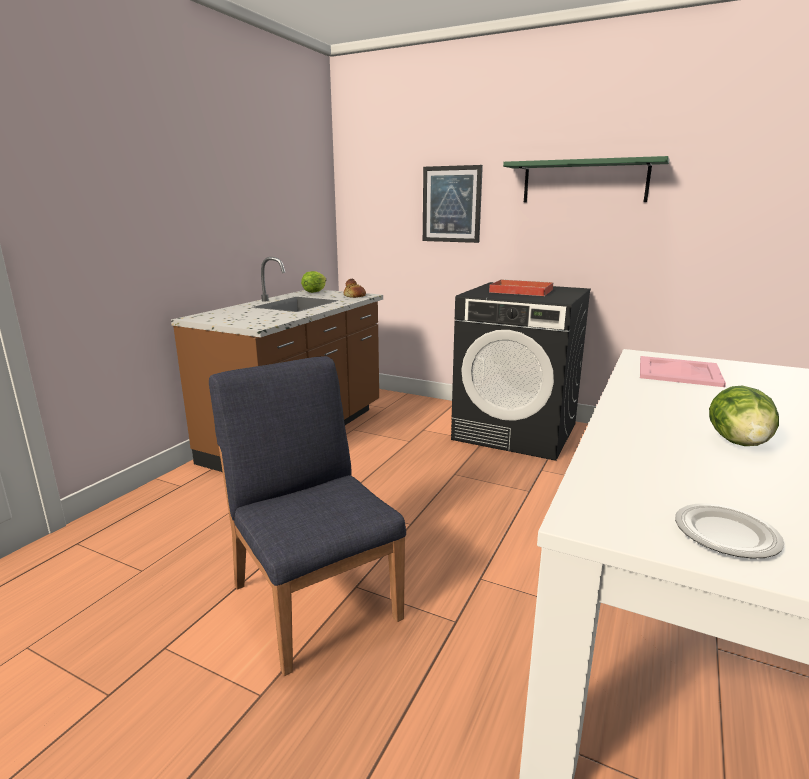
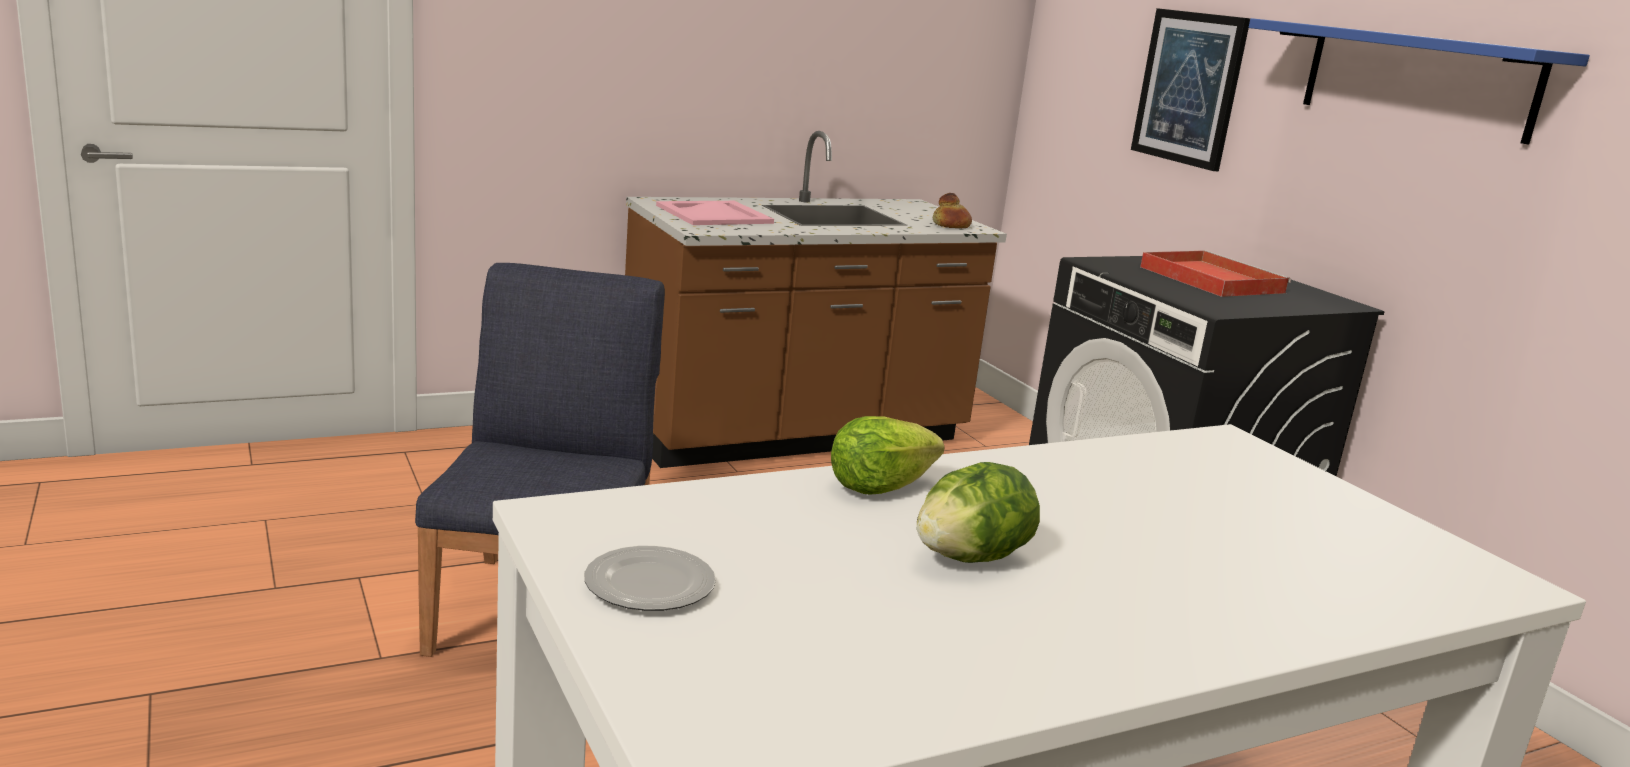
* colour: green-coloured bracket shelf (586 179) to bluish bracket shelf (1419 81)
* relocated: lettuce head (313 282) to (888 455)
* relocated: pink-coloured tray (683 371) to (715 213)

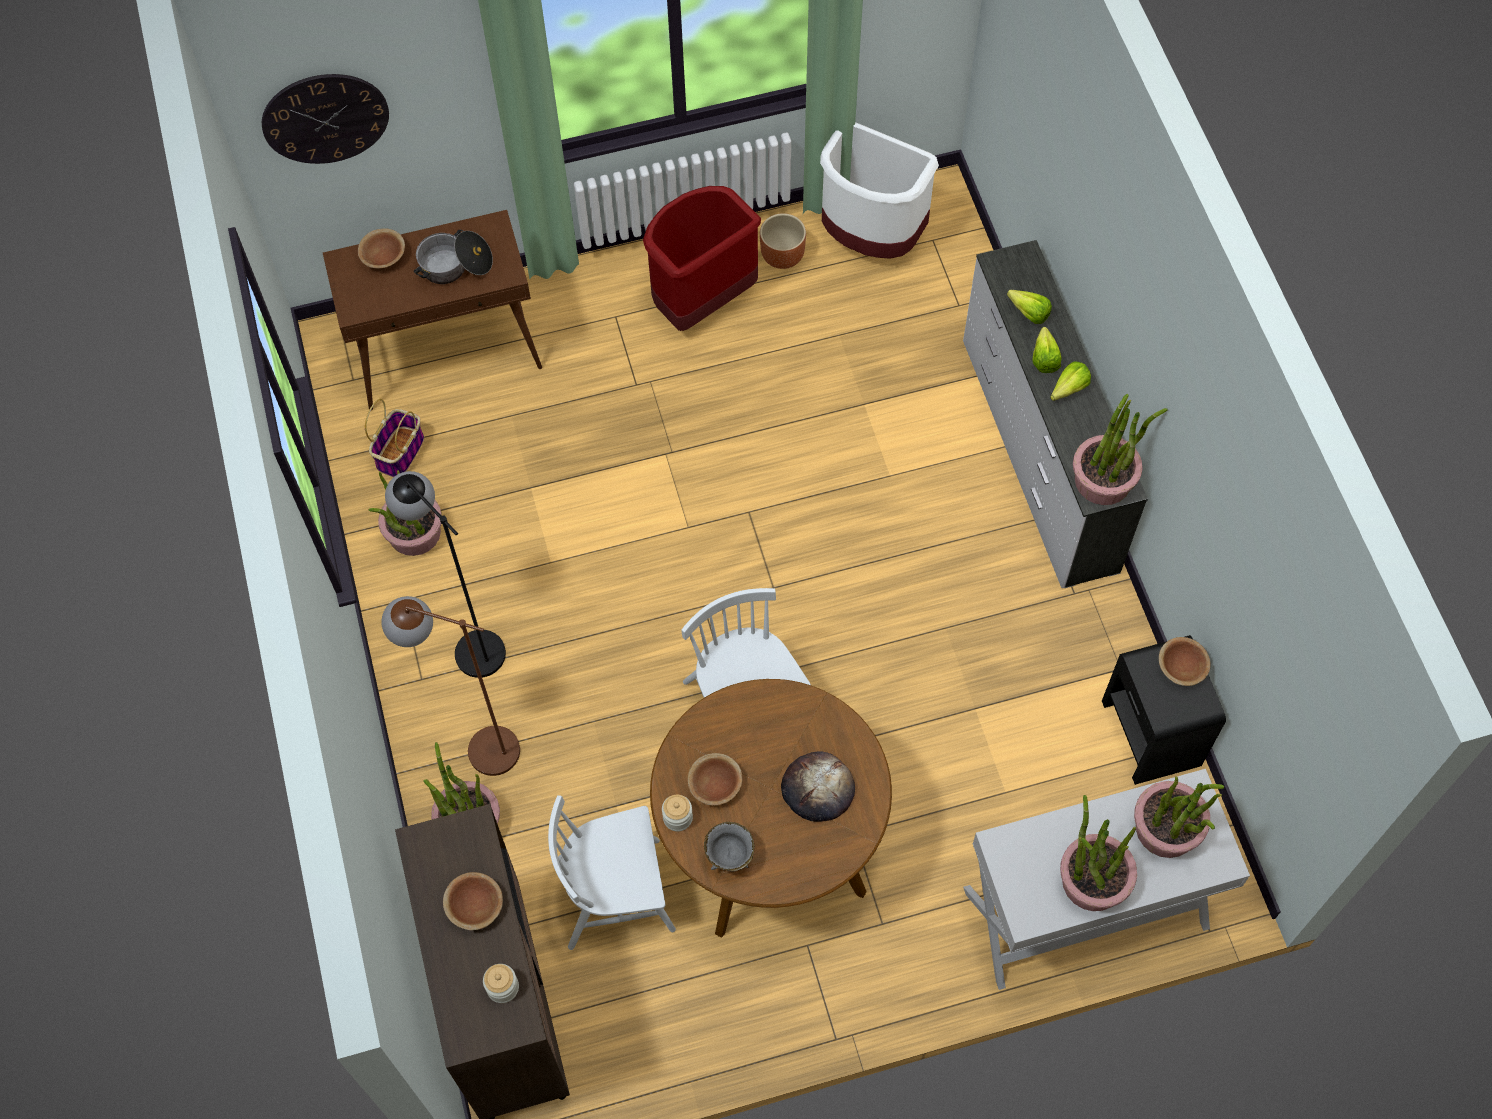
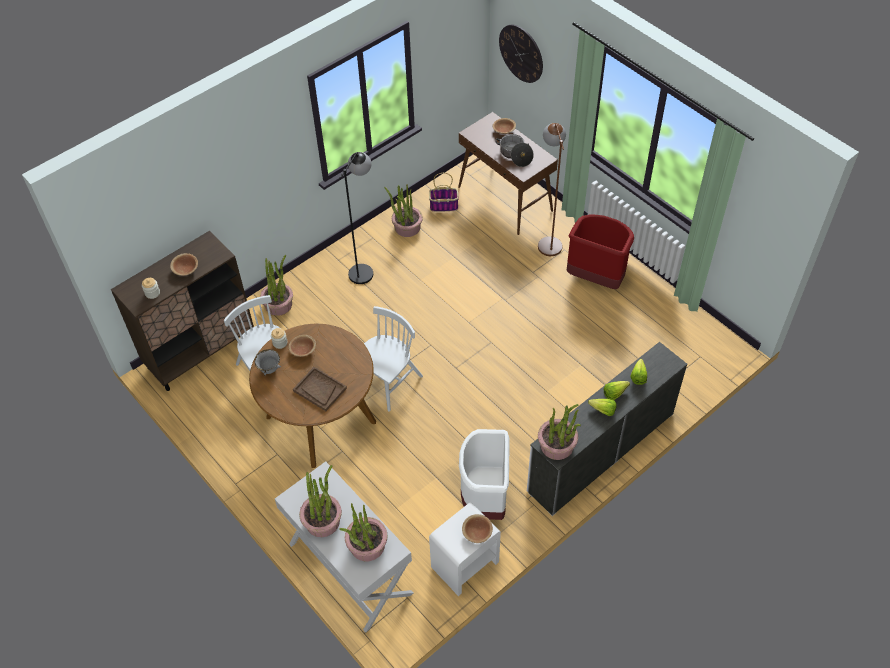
* relocated: white rubbish bin (879 190) to (484 474)
* missing: brown-coloured plant pot (783 241)
* relocated: brown-coloured standing lamp (450 686) to (552 189)
* colour: black bedside table (1164 710) to white bedside table (465 549)
* exchanged: bread (818 786) to brown-coloured tray (320 389)

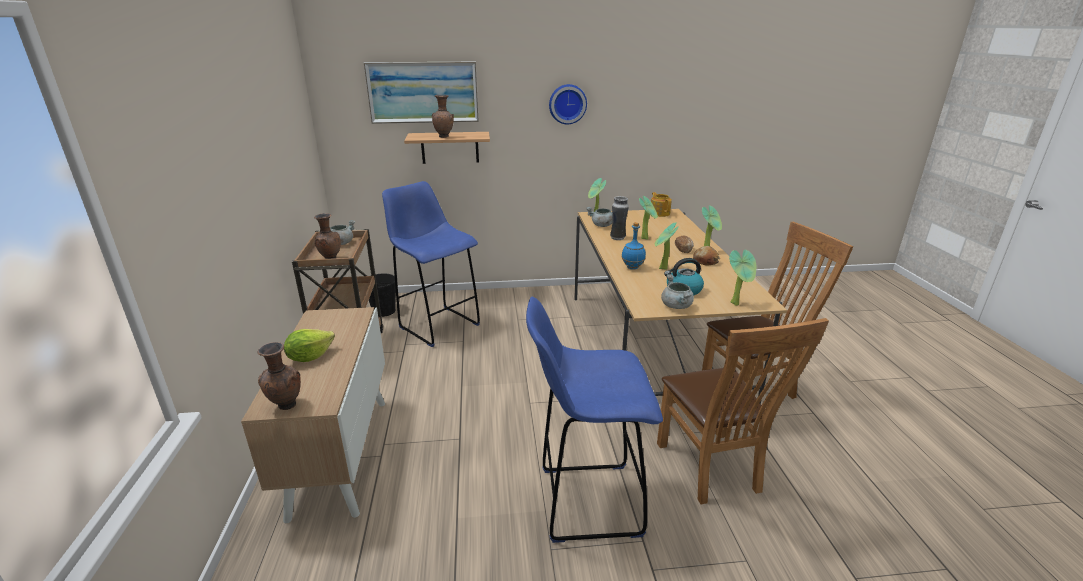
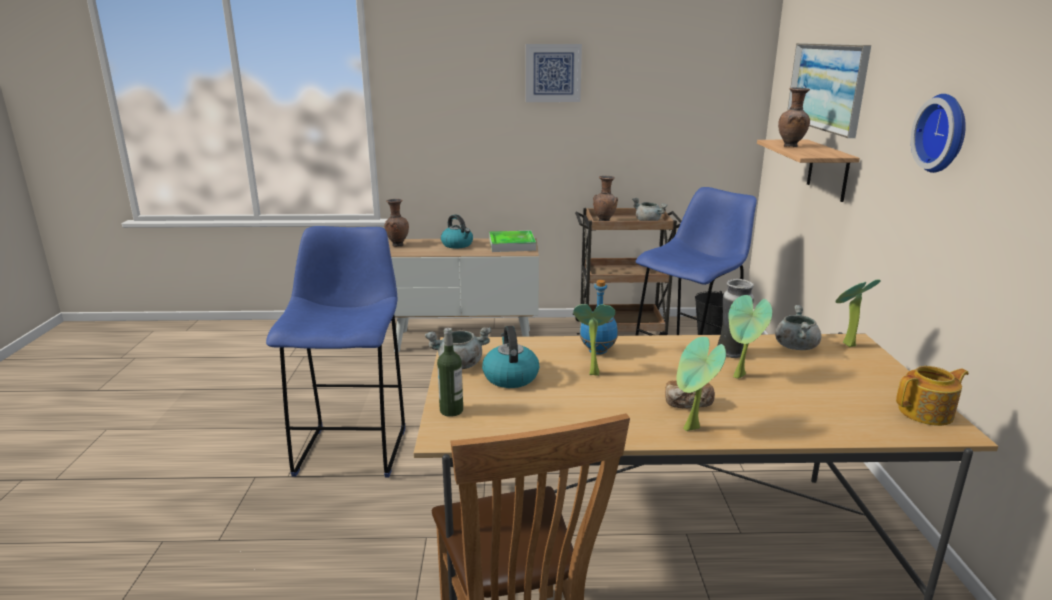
* missing: bread (706 256)
* exchanged: houseplant (742 277) to bottle (450 372)
* missing: brown-coloured chair (743 411)
* exchanged: lettuce head (309 345) to kettle (457 231)
* appeared: wall art (554 73)
* appeared: tray (512 241)

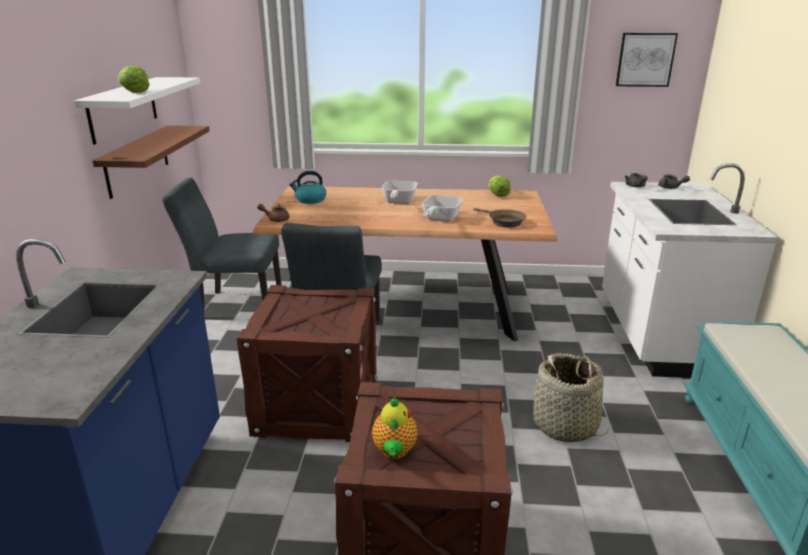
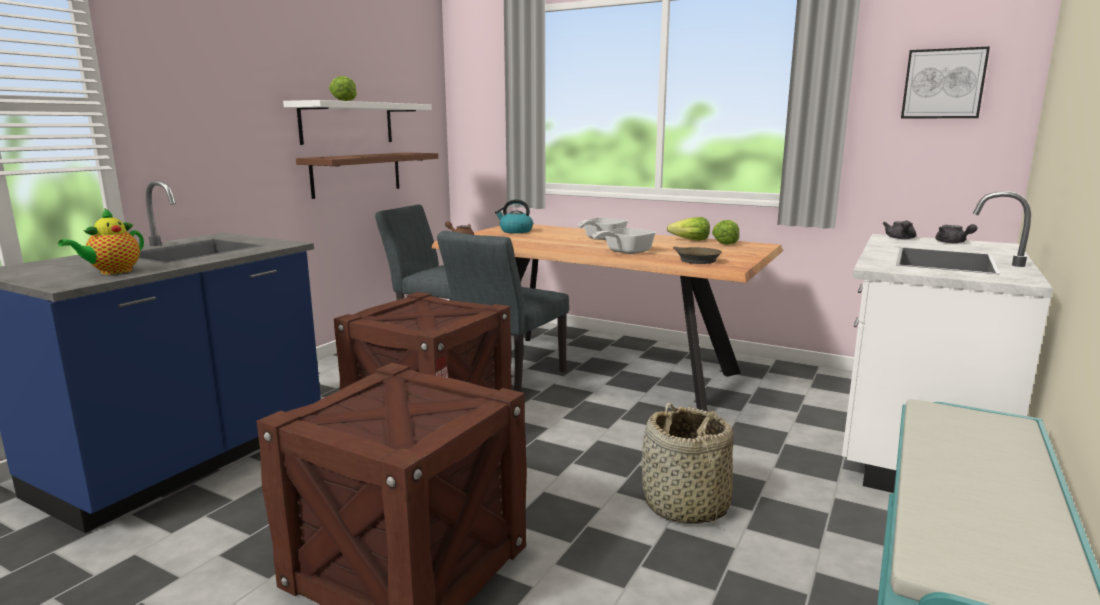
* relocated: teapot (395 428) to (101 241)
* appeared: lettuce head (688 229)

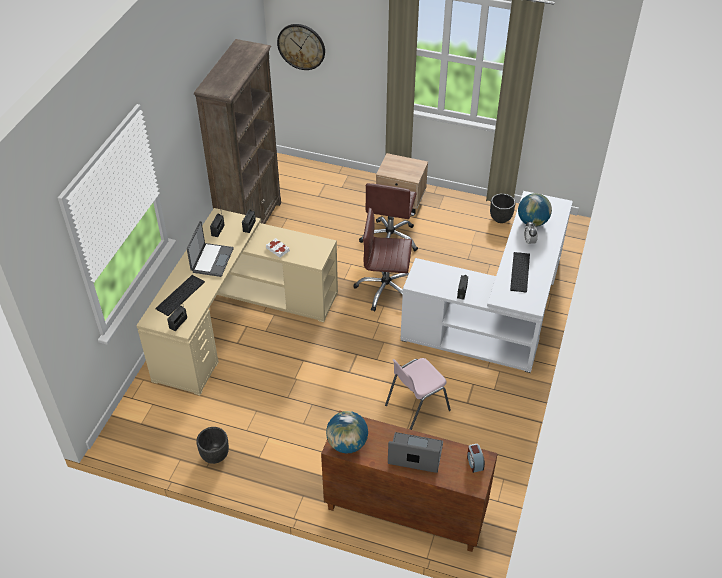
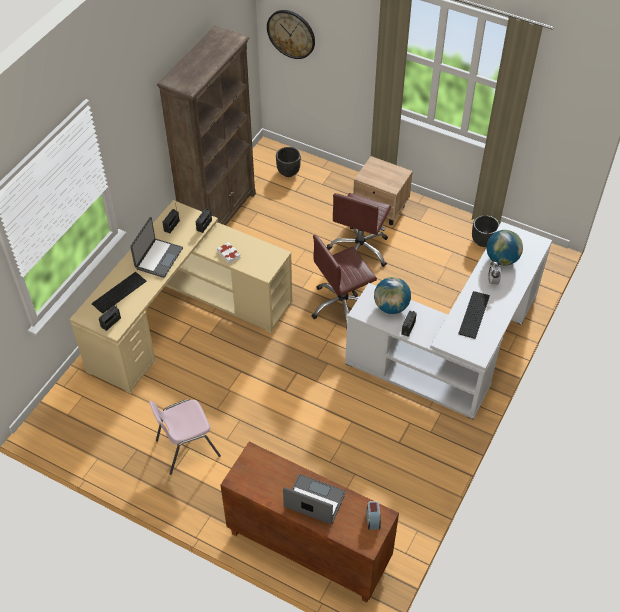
* spun: brown-coloured office chair (382 260) = (344 281) 45 degrees counterclockwise
* relocated: pink-coloured chair (418 394) to (185 437)
* relocated: desk globe (347 432) to (392 295)
* relocated: black plant pot (212 445) to (288 162)

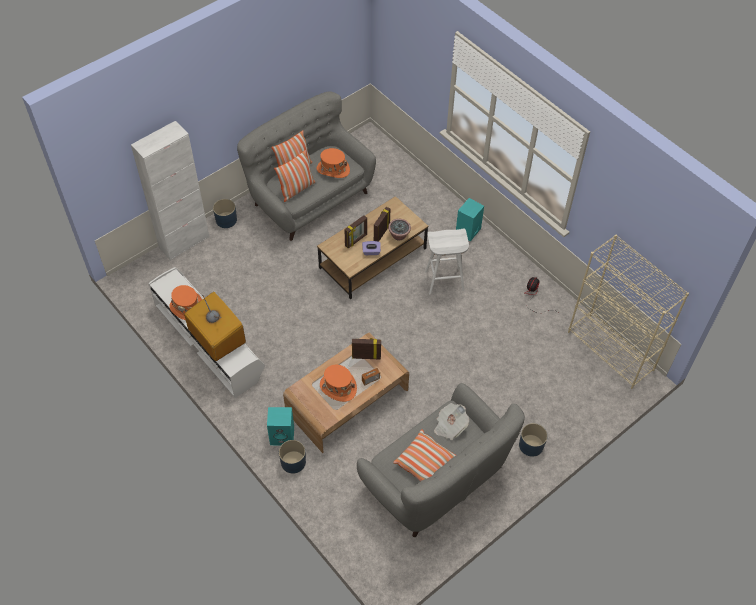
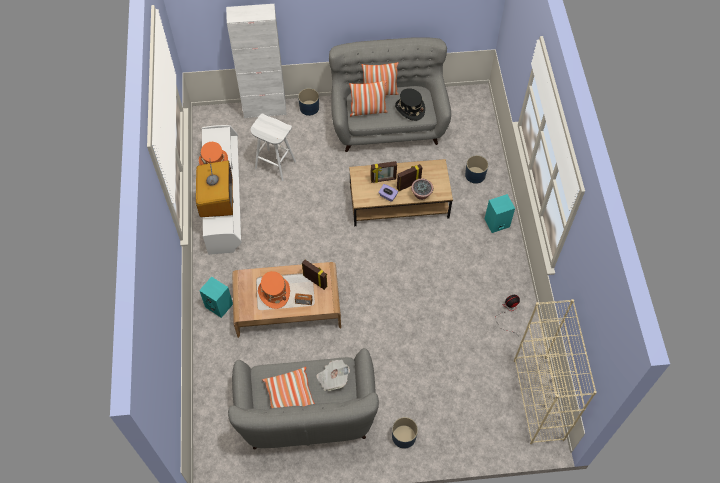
* colour: orangey hat (333 163) to black hat (410 104)
* relocated: white stool seat (447 262) to (273 147)
* relocated: bluish plant pot (292 457) to (476 169)

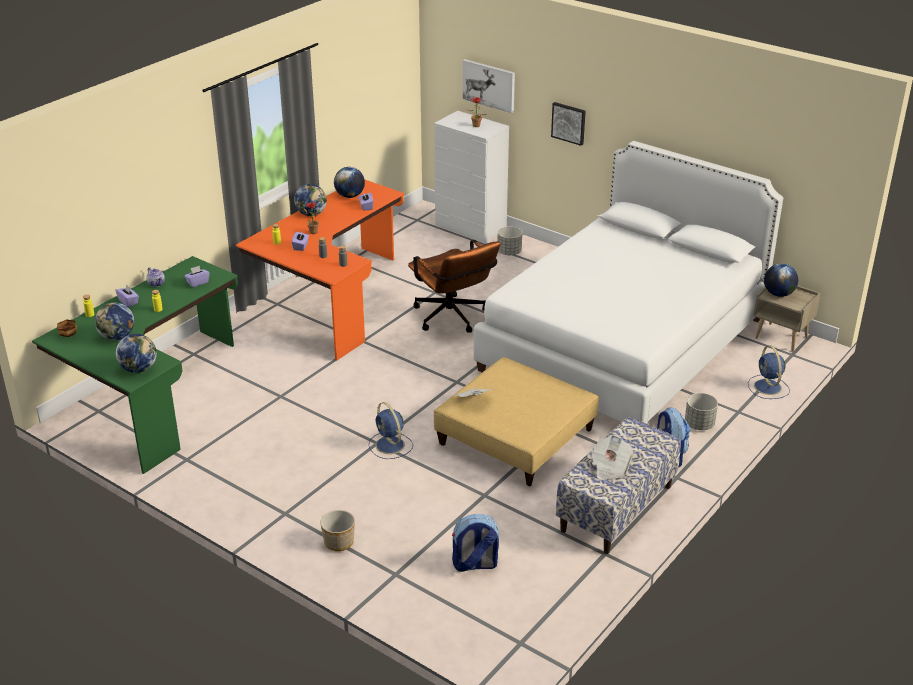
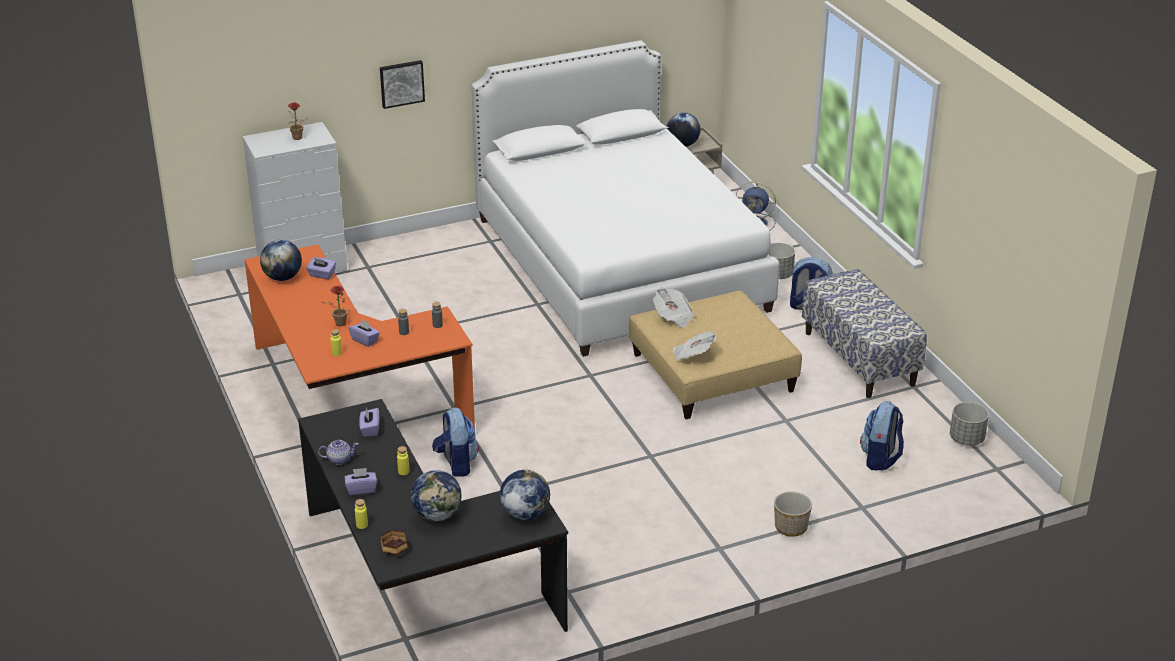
* missing: wall art (489 86)
* missing: desk globe (310 200)
* relocated: grey plant pot (510 240) to (969 423)
* missing: brown-coloured office chair (454 286)
* colour: green-coloured desk table (135 365) to black desk table (433 515)
* missing: bluish electric fan (391 430)
* relocated: printed paper (612 457) to (674 308)
* appeared: knapsack (455 442)

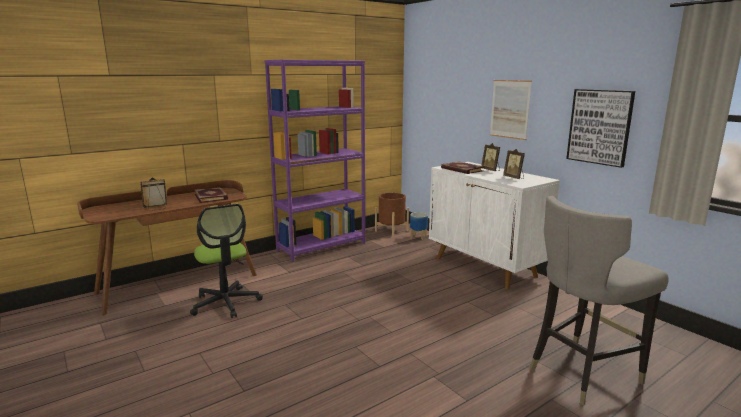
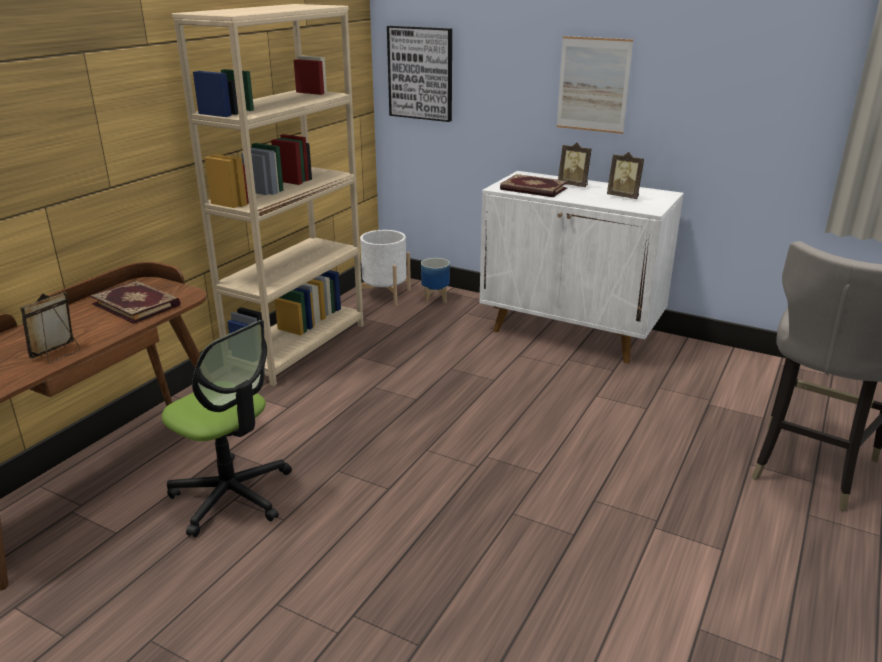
* colour: purple shelving unit (314 161) to beige shelving unit (268 195)
* relocated: wall art (600 128) to (419 74)
* colour: brown-coloured plant pot (392 215) to white plant pot (385 267)

